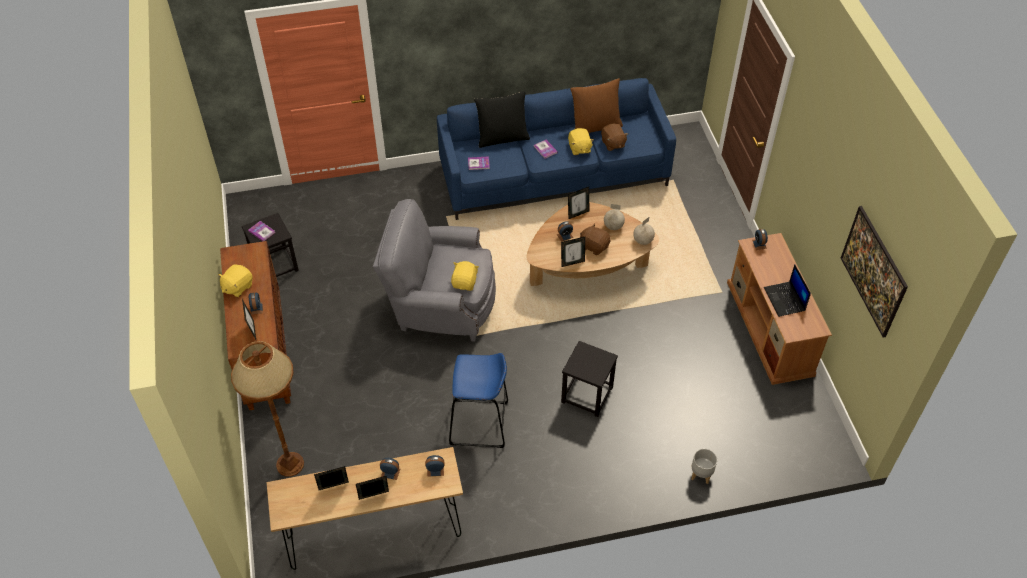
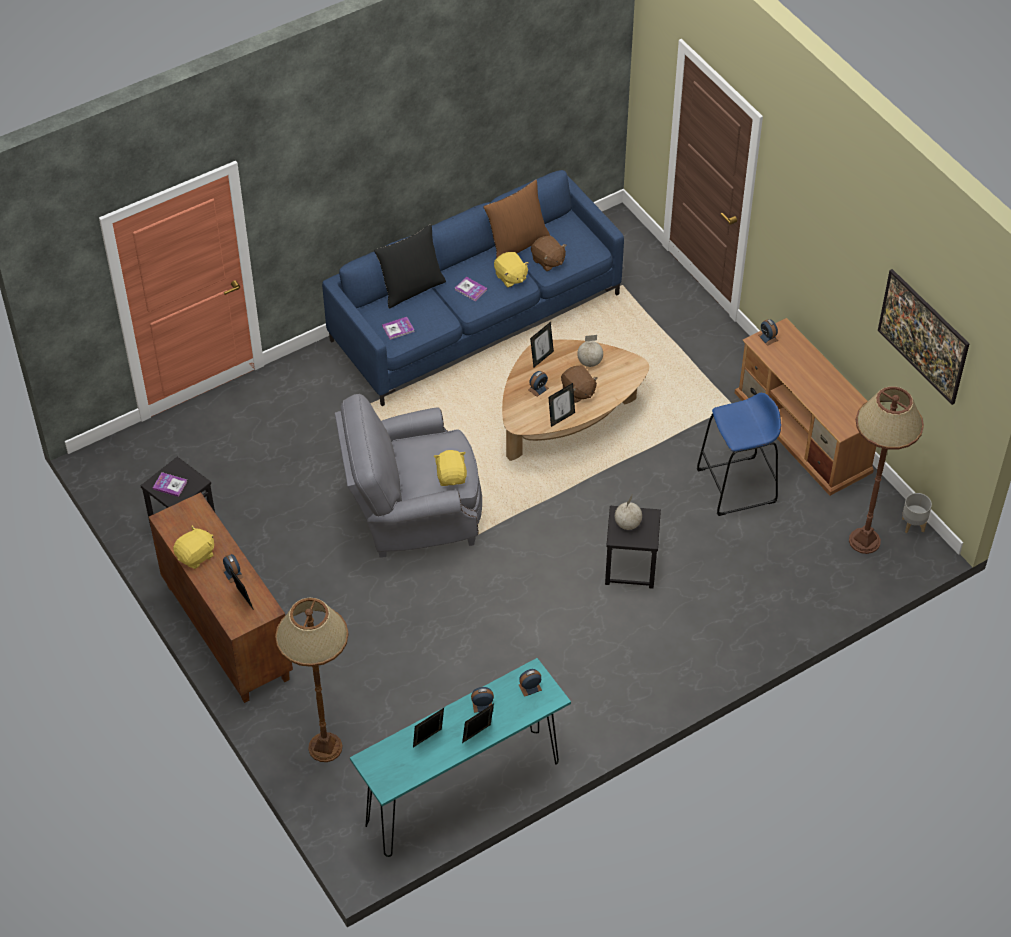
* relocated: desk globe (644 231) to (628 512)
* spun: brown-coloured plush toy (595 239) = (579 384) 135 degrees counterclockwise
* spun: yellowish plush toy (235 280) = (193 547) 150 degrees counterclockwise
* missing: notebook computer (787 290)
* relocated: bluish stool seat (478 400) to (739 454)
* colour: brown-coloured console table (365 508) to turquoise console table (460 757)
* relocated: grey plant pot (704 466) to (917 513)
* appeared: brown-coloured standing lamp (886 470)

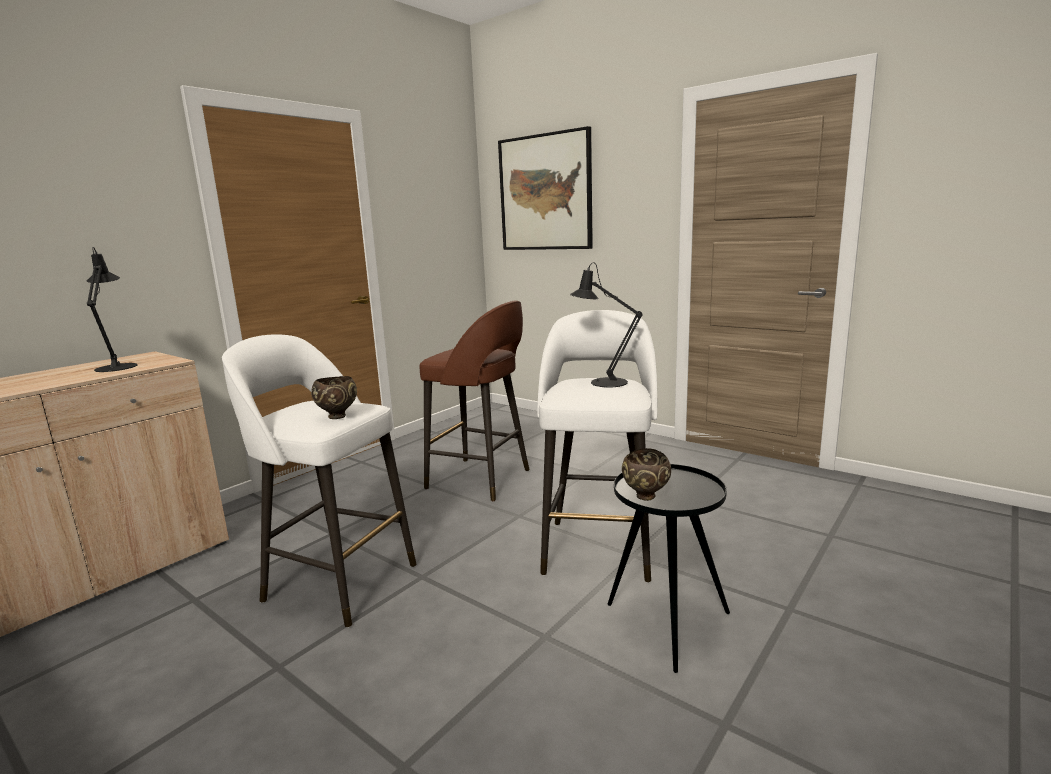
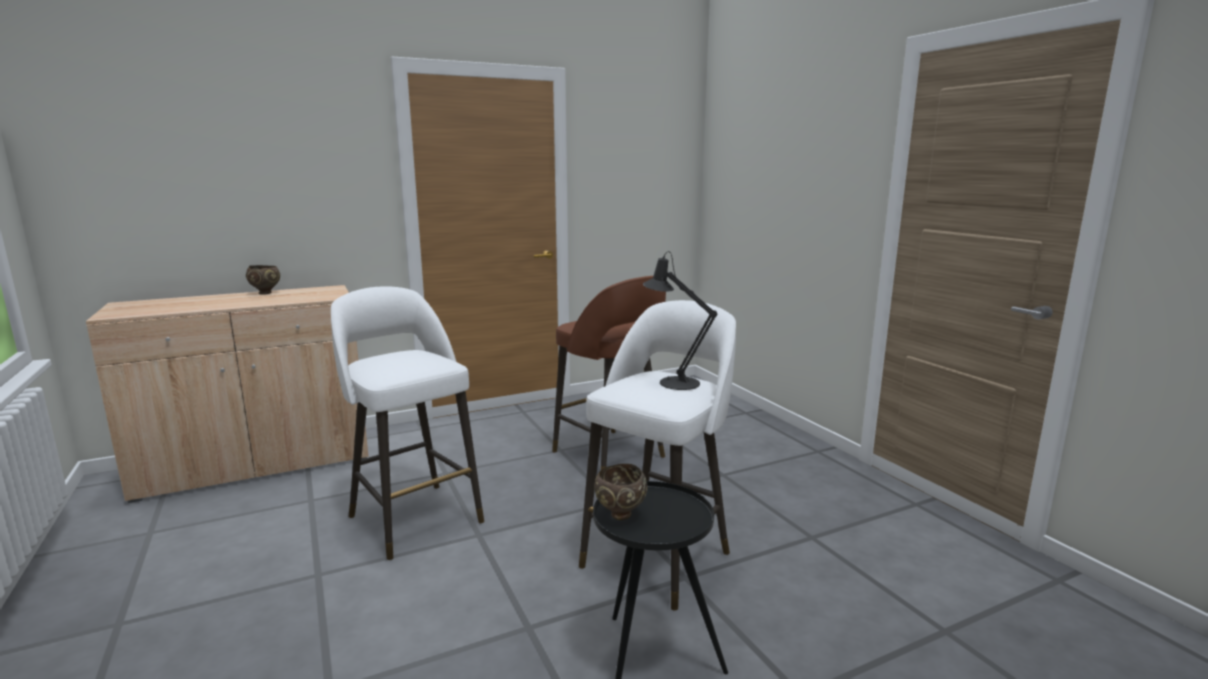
* missing: wall art (545 188)
* missing: black lamp for a table (112 309)
* relocated: brown-coloured bowl (334 397) to (263 279)

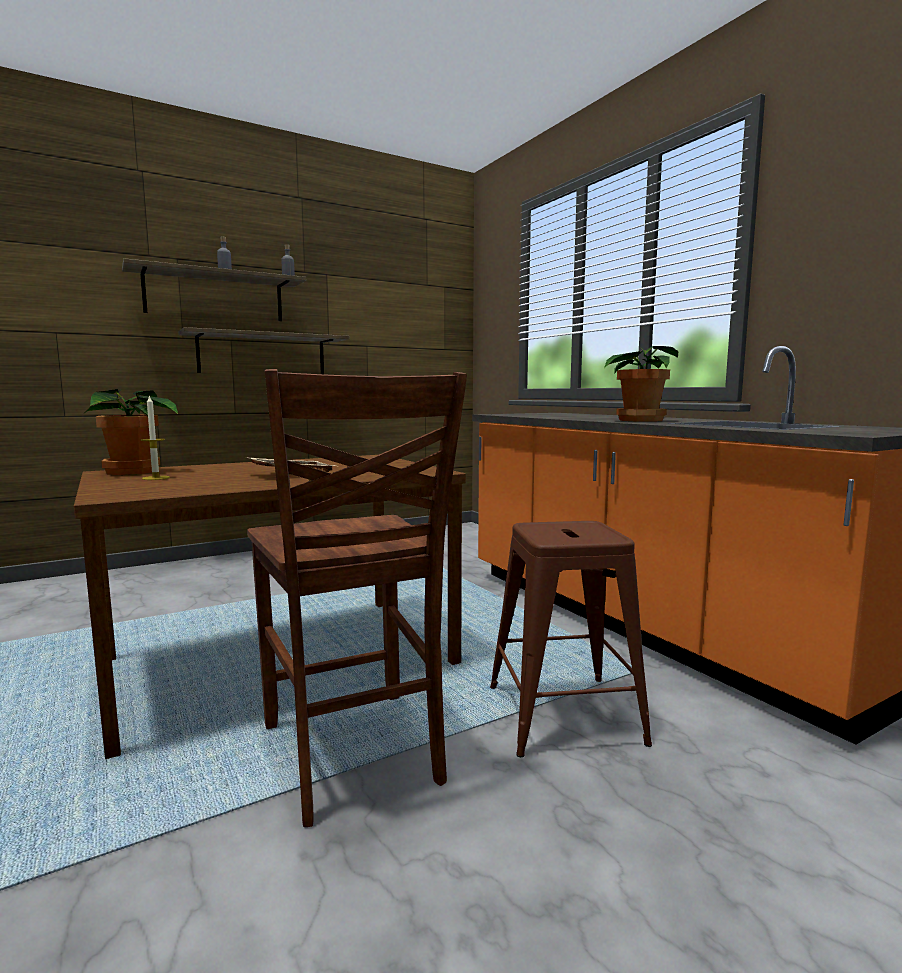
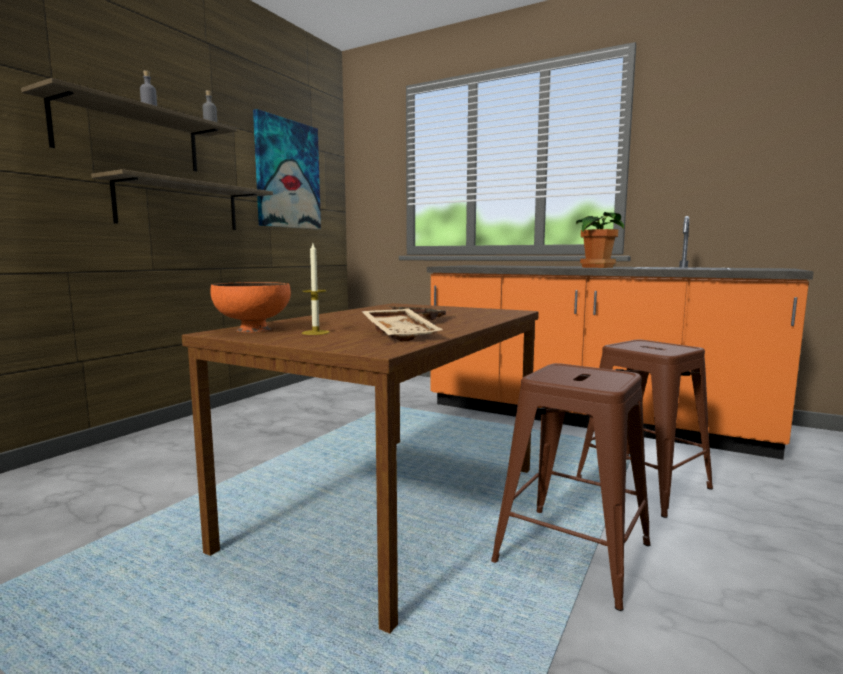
* exchanged: brown-coloured chair (357 598) to brown-coloured stool seat (571 487)
* exchanged: houseplant (132 432) to orangey bowl (250 307)
* appeared: wall art (287 169)
* appeared: beige tray (402 325)

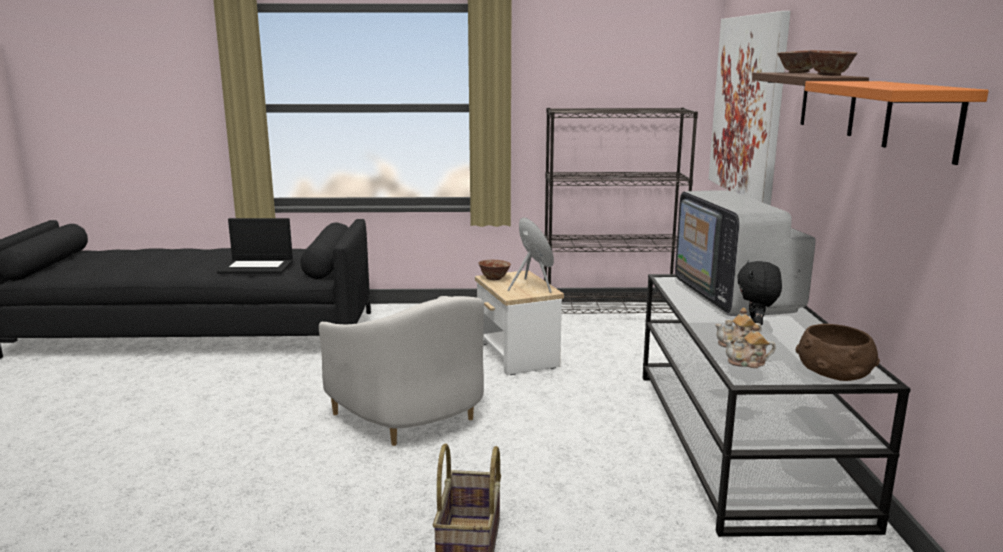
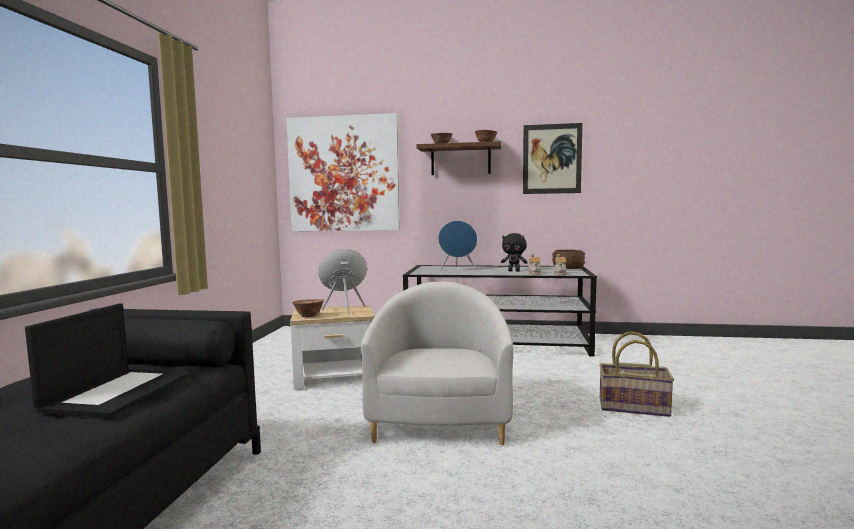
* exchanged: orangey bracket shelf (897 123) to wall art (552 158)
* missing: black shelving unit (621 211)
* exchanged: television (745 253) to bluish speaker (457 245)
* spun: white armchair (401 371) = (437 363) 60 degrees counterclockwise

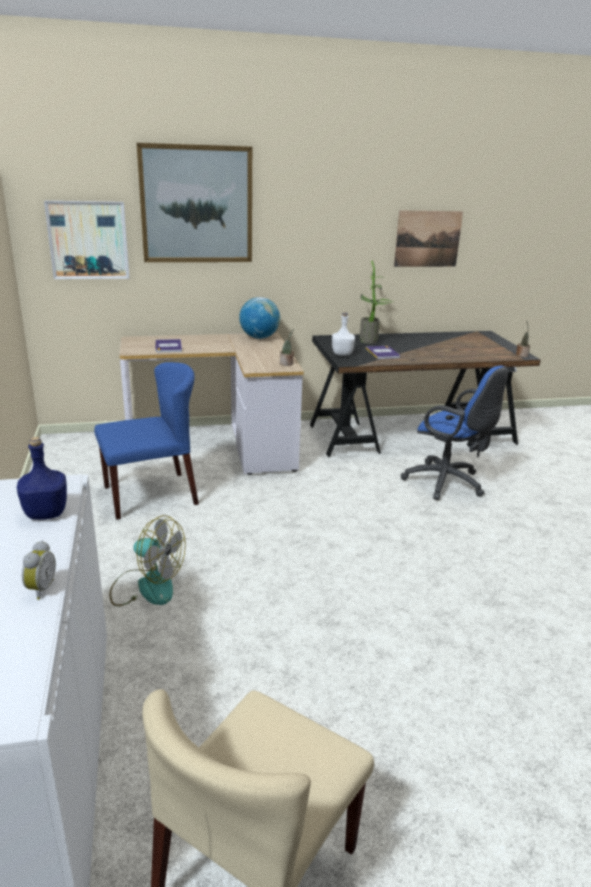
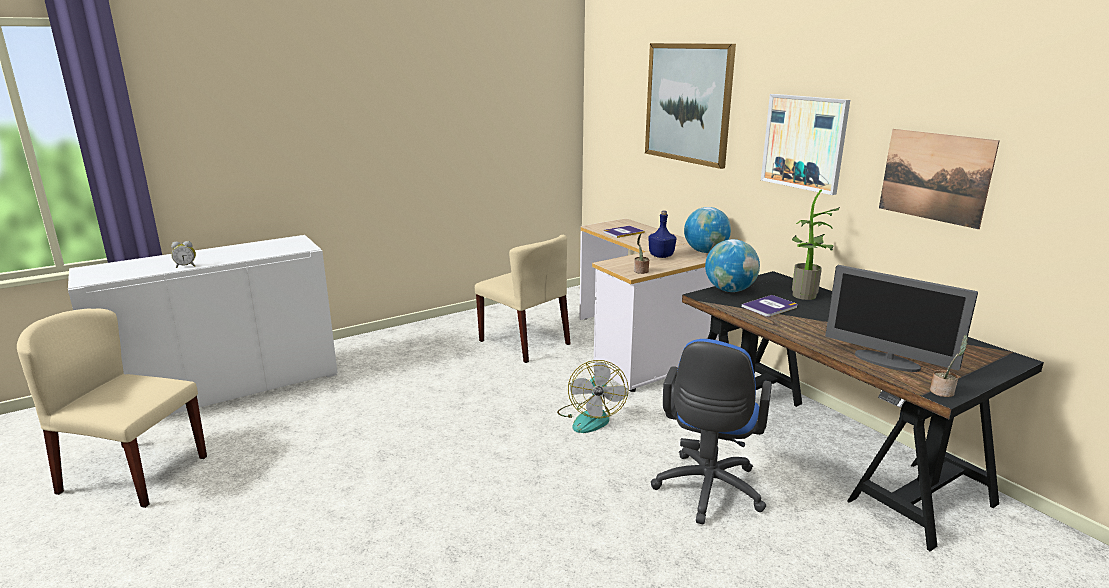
* relocated: wall art (87 240) to (805 144)
* exchanged: white bottle (343 334) to desk globe (732 265)
* colour: bluish chair (146 441) to beige chair (523 299)
* relocated: bluish bottle (42 478) to (662 234)
* relocated: electric fan (147 560) to (593 396)
* appeared: computer screen (901 318)

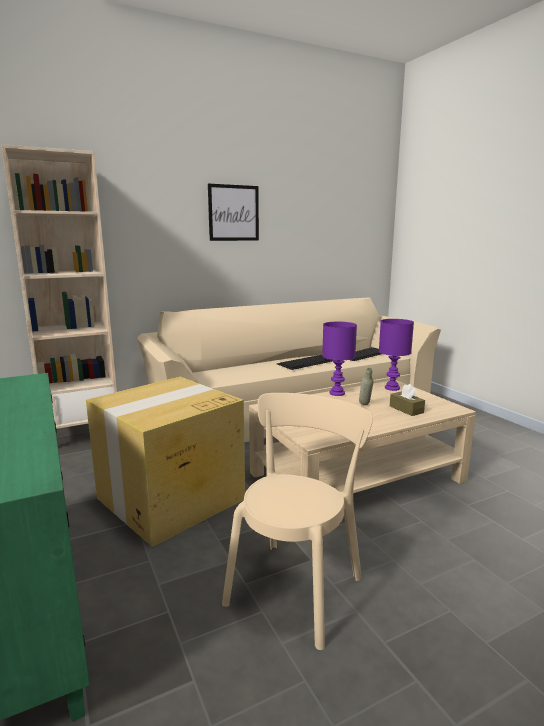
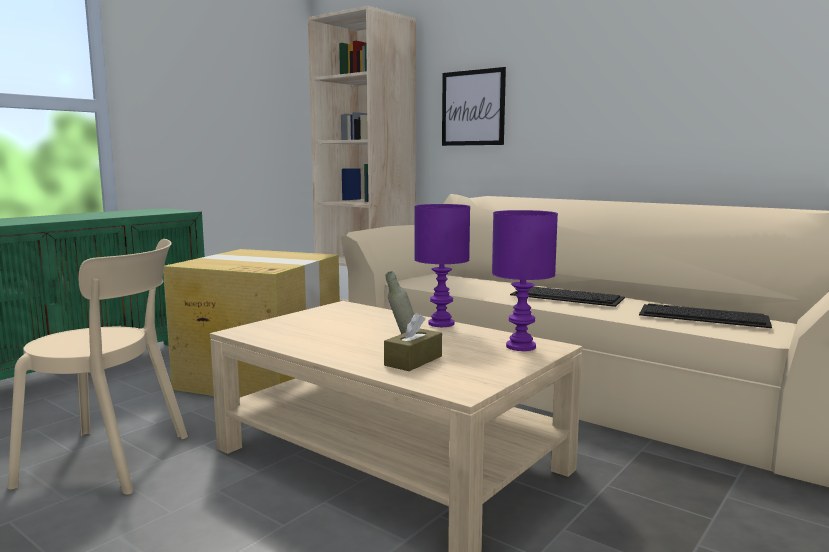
* relocated: wall art (233 212) to (474 106)

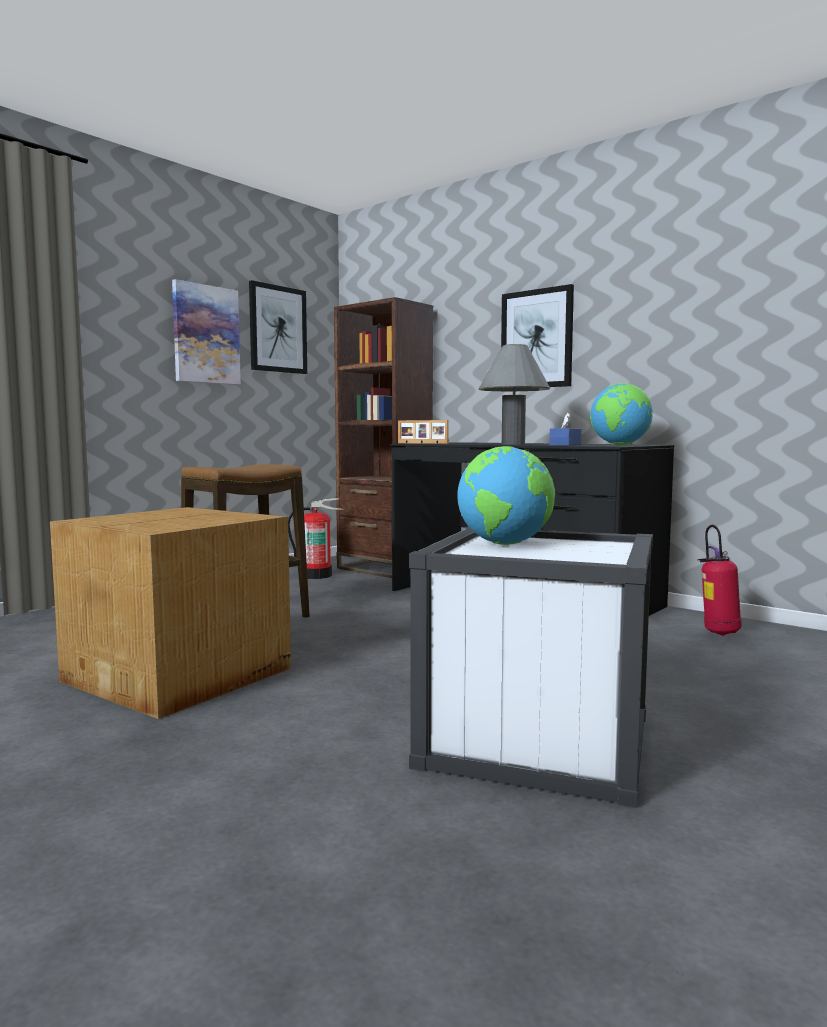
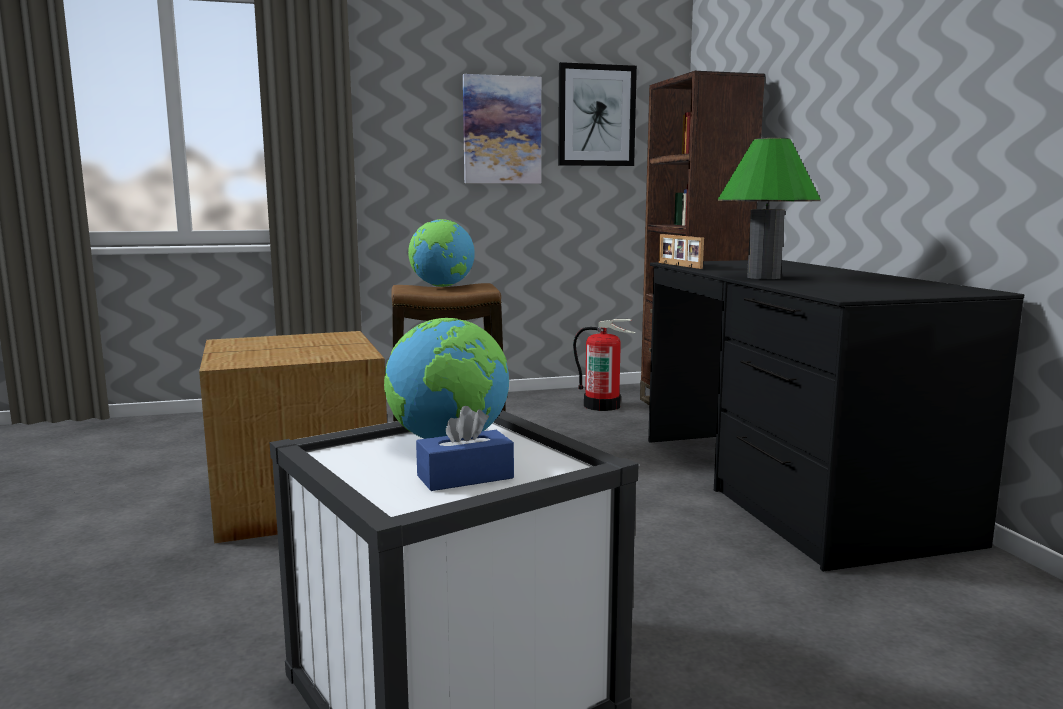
* missing: wall art (537 335)
* colour: grey lamp for a table (514 394) to green-coloured lamp for a table (769 208)
* relocated: desk globe (621 414) to (441 253)
* relocated: bluish box of tissues (565 429) to (465 448)
* missing: fire-fighting cylinder (720 580)

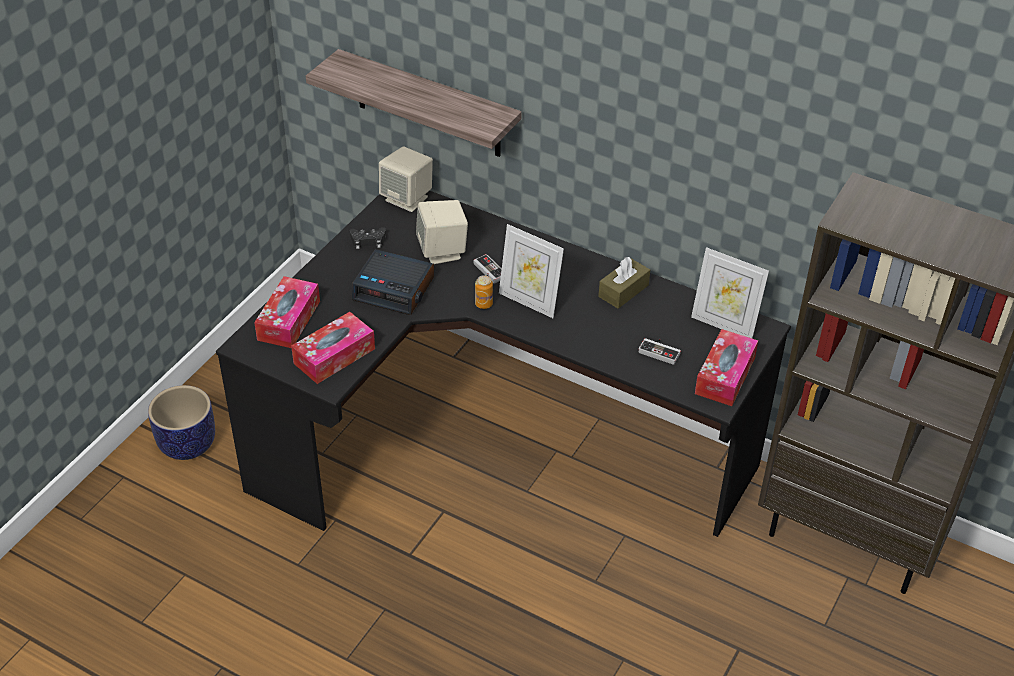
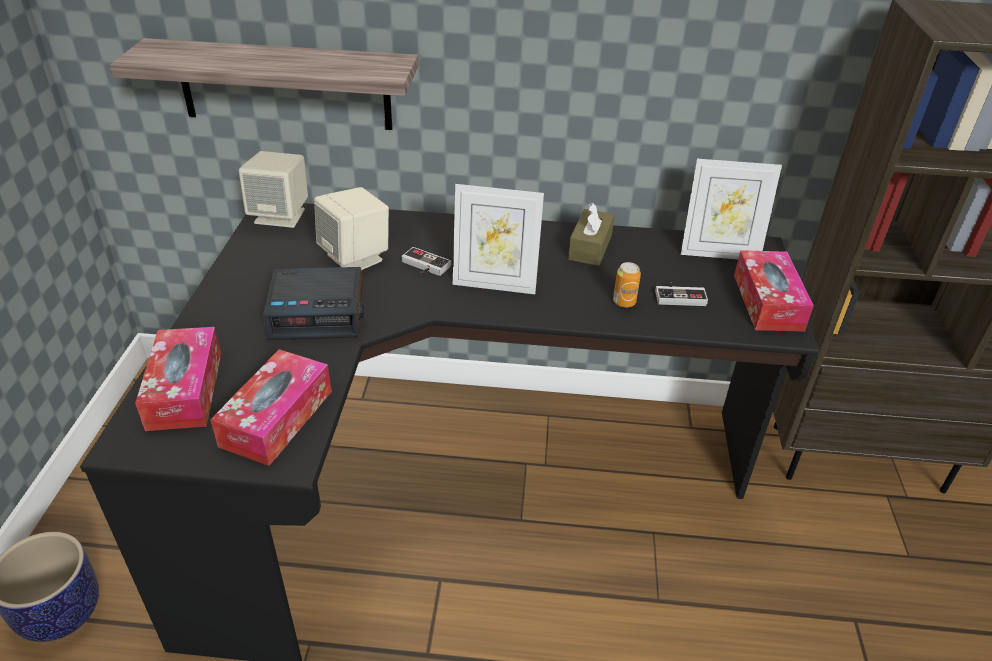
* missing: black gamepad (368 238)
* relocated: can (484 292) to (627 285)

